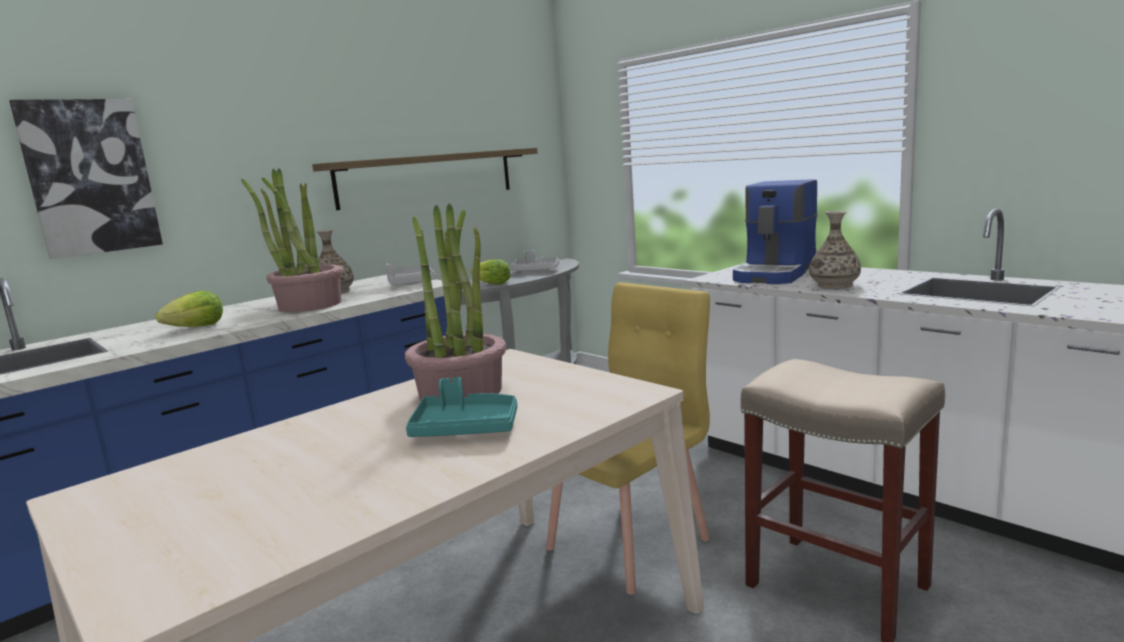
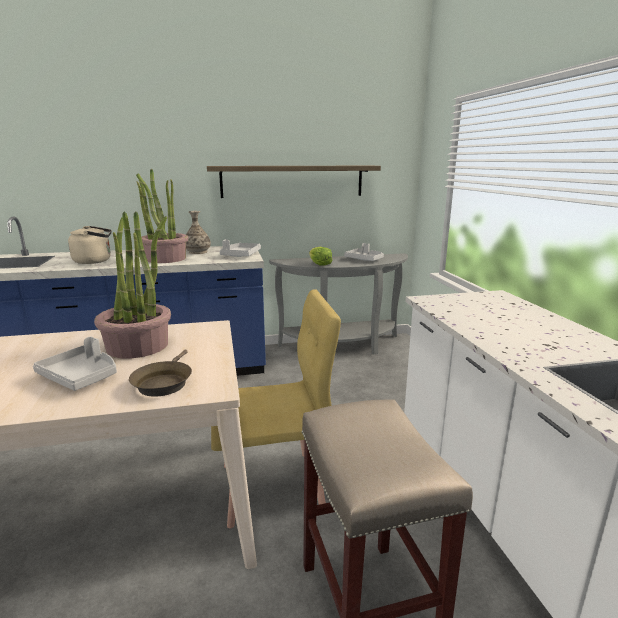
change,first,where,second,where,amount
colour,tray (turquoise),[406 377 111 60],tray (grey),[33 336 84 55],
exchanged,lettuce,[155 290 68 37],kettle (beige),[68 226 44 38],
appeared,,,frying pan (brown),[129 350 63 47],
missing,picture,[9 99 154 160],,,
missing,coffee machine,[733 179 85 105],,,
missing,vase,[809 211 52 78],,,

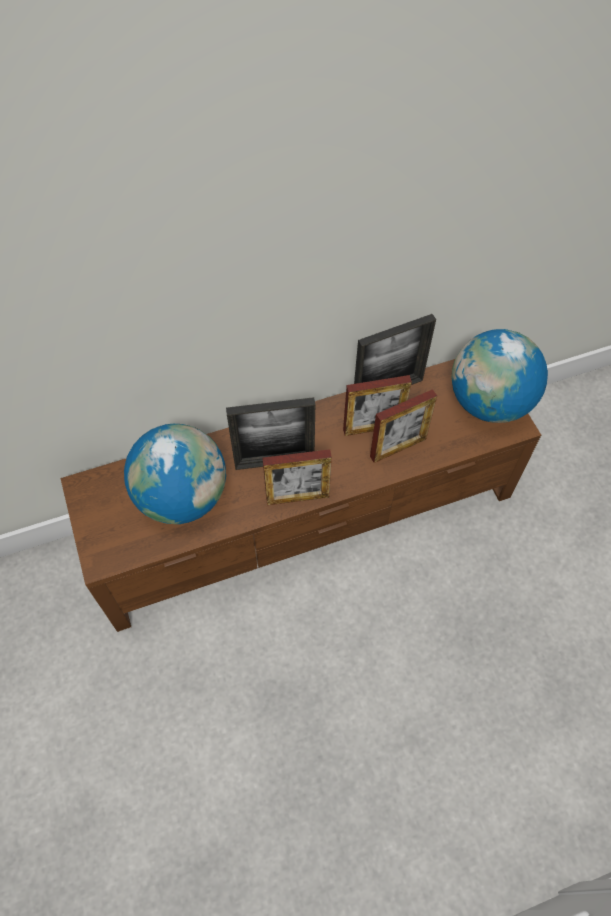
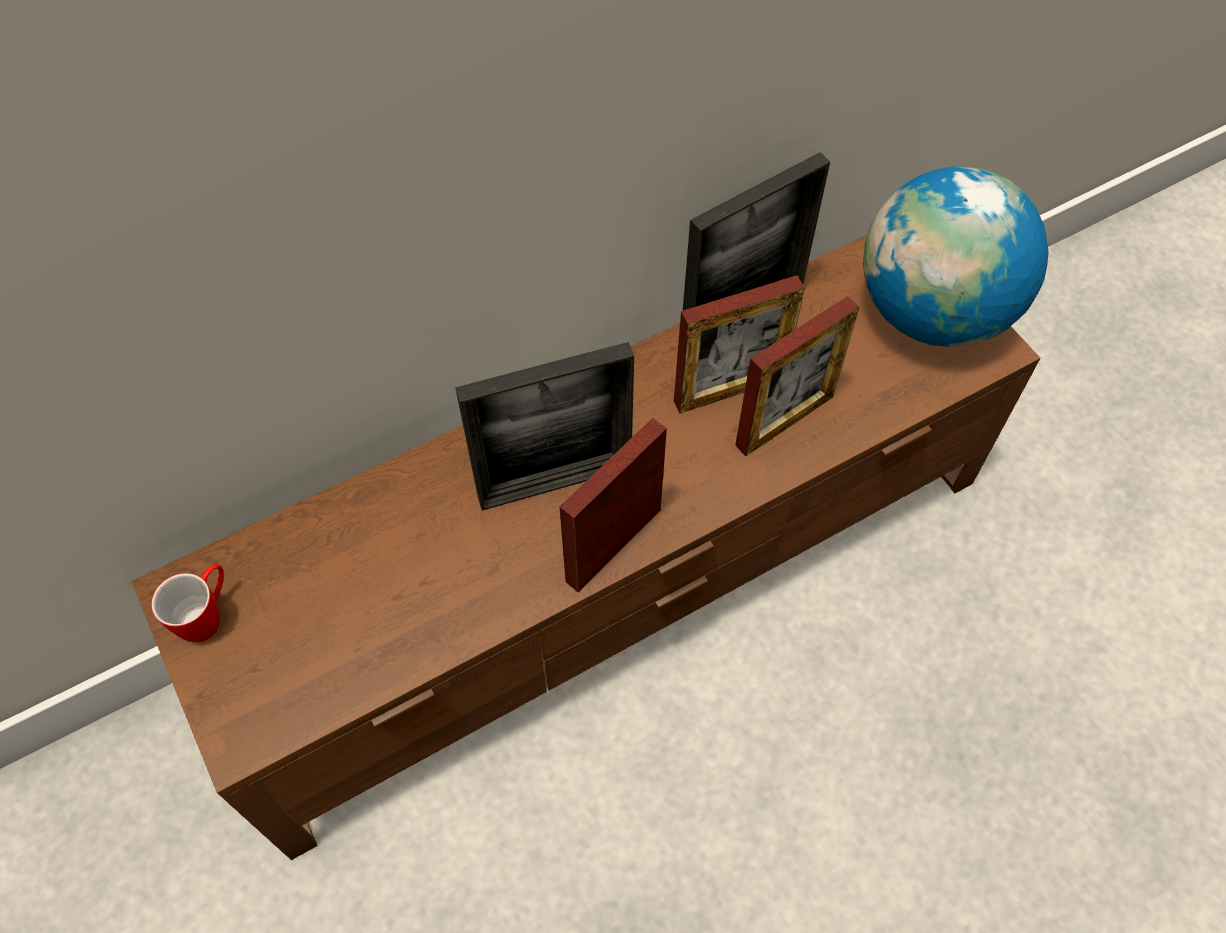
change,first,where,second,where,amount
appeared,,,mug,[151 564 73 78],
spun,picture frame,[262 449 70 56],,[560 418 107 175],150 degrees clockwise
missing,globe,[124 424 102 100],,,

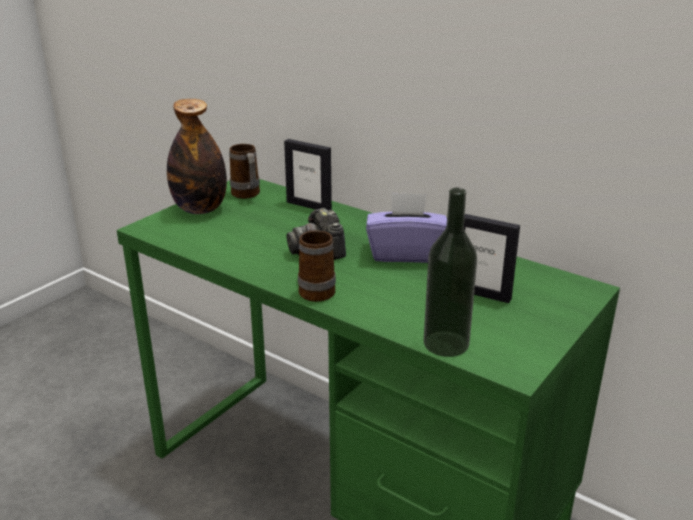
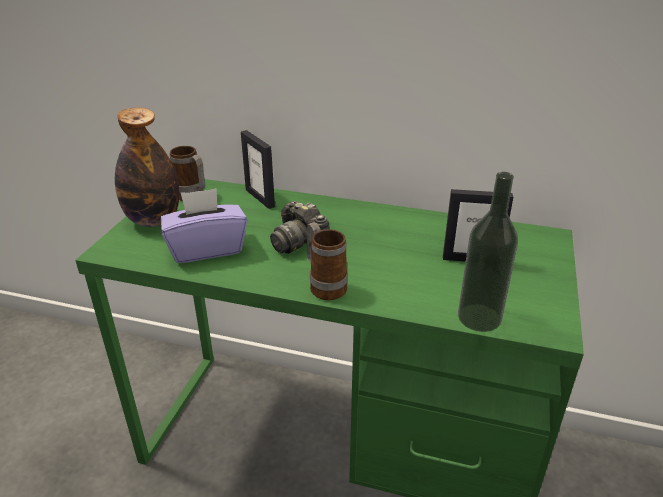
change,first,where,second,where,amount
relocated,tissue box (purple),[366 192 81 71],,[161 188 86 75],
spun,picture frame,[284 139 48 72],,[241 130 34 79],45 degrees clockwise

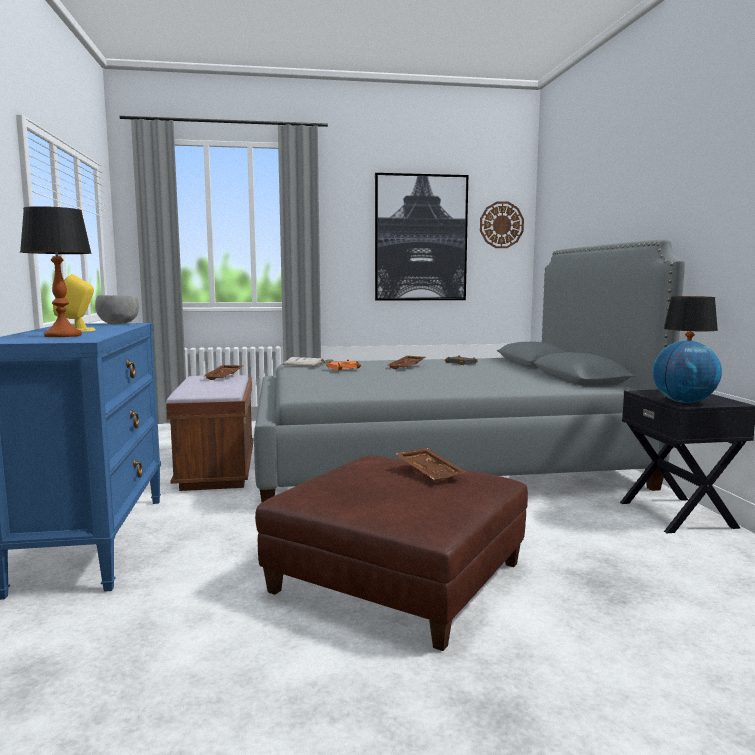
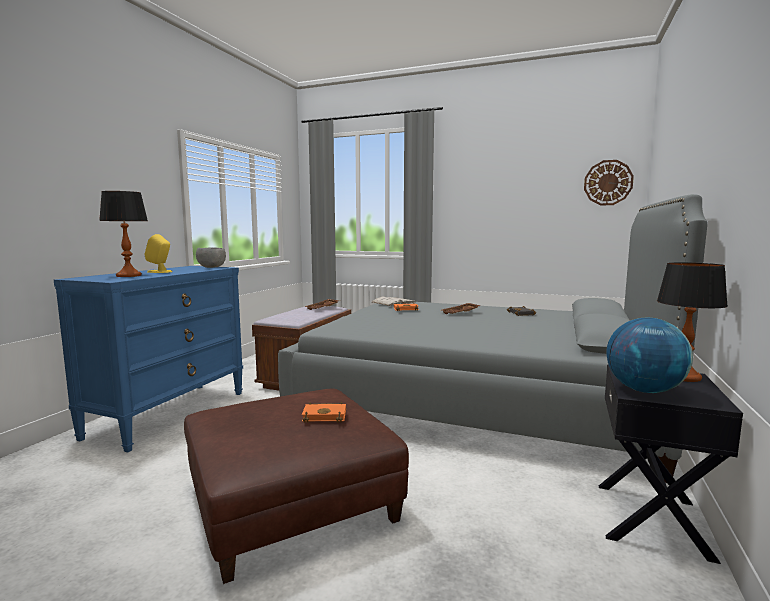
change,first,where,second,where,amount
exchanged,tray (brown),[396 448 70 34],book (orange),[302 402 44 21],
missing,picture,[375 173 93 128],,,

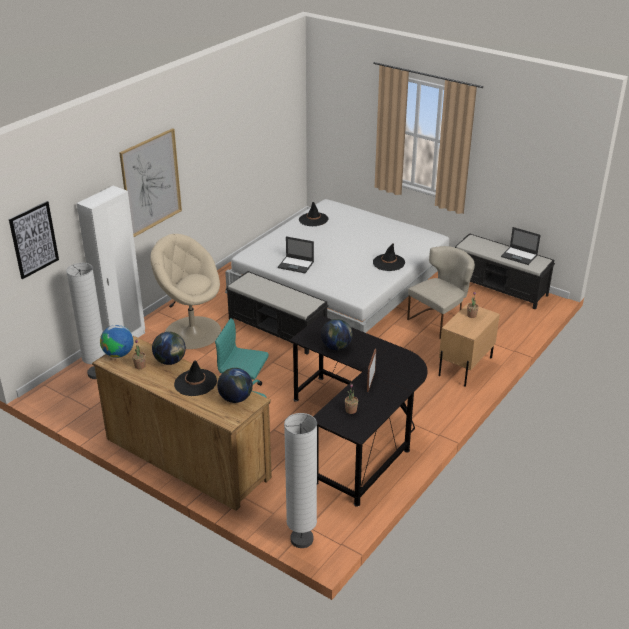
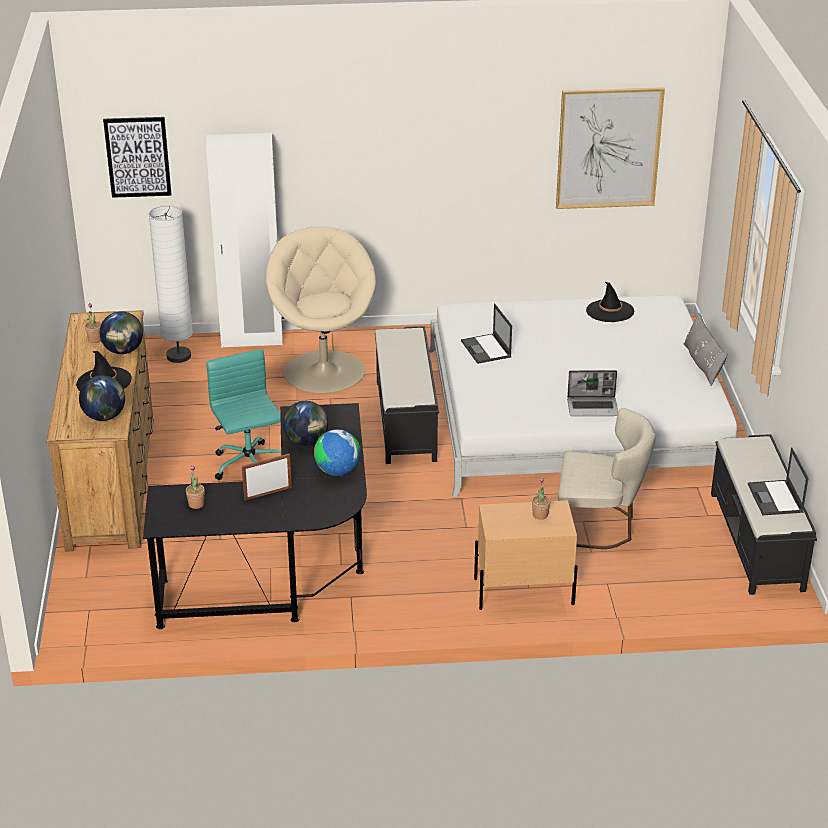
change,first,where,second,where,amount
relocated,globe,[100 325 34 33],,[314 429 46 47],
relocated,picture,[119 128 63 109],,[556 87 109 122],
exchanged,hat (black),[373 244 32 27],laptop,[567 370 51 46],
appeared,,,pillow (grey),[684 313 44 73],
missing,floor lamp (white),[284 413 33 135],,,

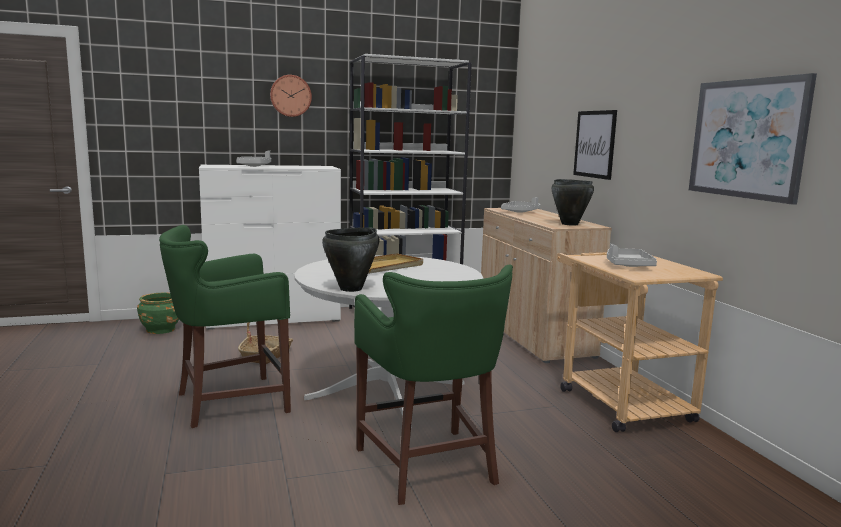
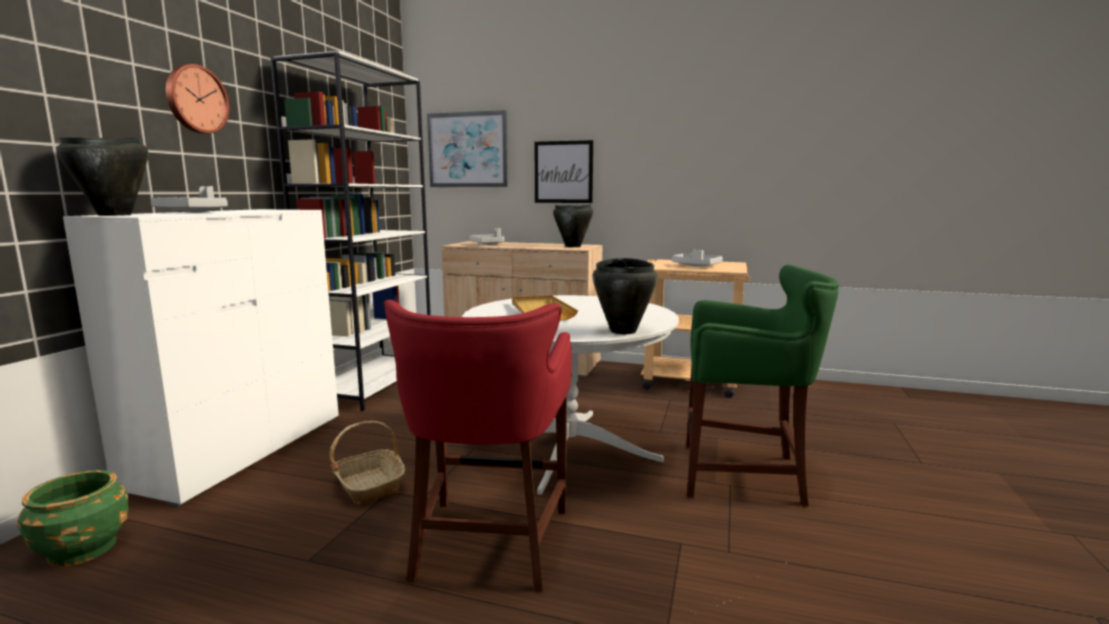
change,first,where,second,where,amount
appeared,,,cooking pot (black),[57 137 91 79],
colour,stool (green),[159 225 132 203],stool (red),[384 300 188 292],
relocated,picture,[689 73 128 132],,[427 110 81 77],

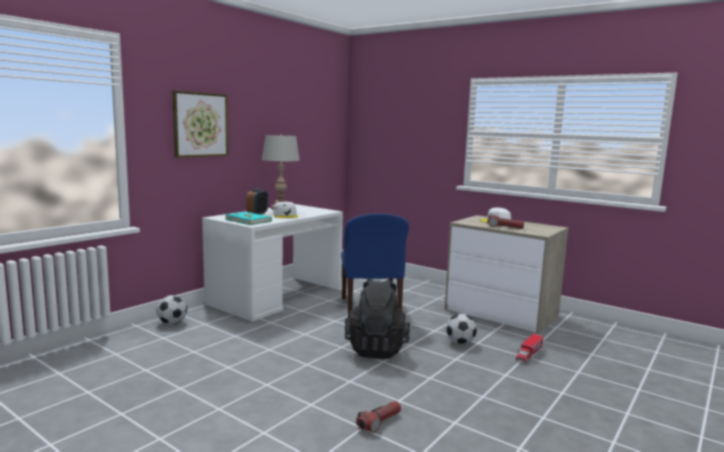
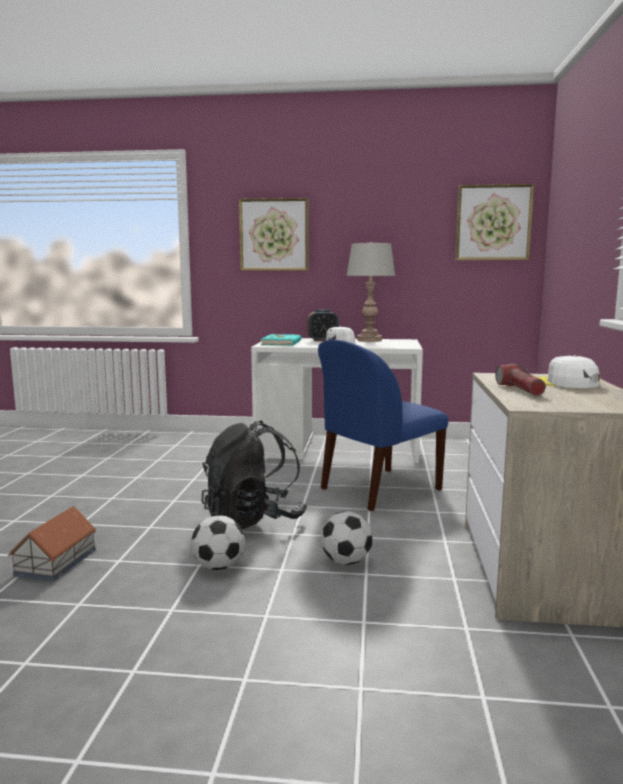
change,first,where,second,where,amount
exchanged,flashlight,[356 401 45 32],toy house,[8 506 88 76],
relocated,football,[156 295 31 29],,[191 515 54 55],
appeared,,,picture,[455 184 79 76],
missing,toy truck,[516 334 27 30],,,

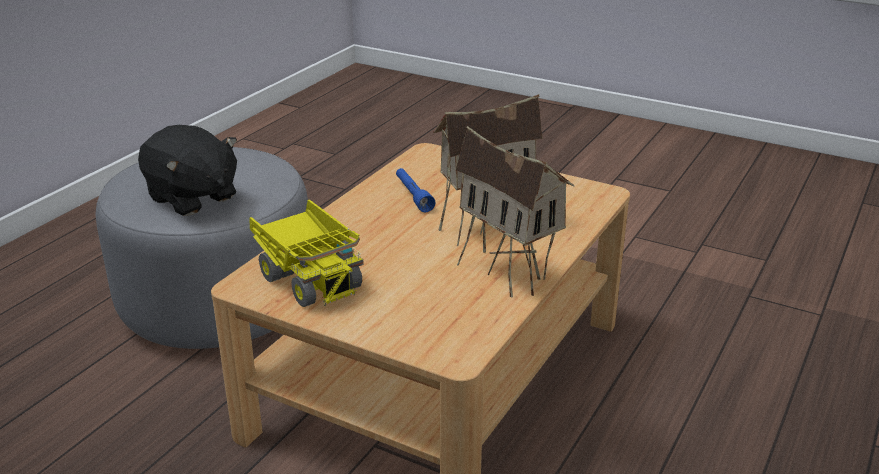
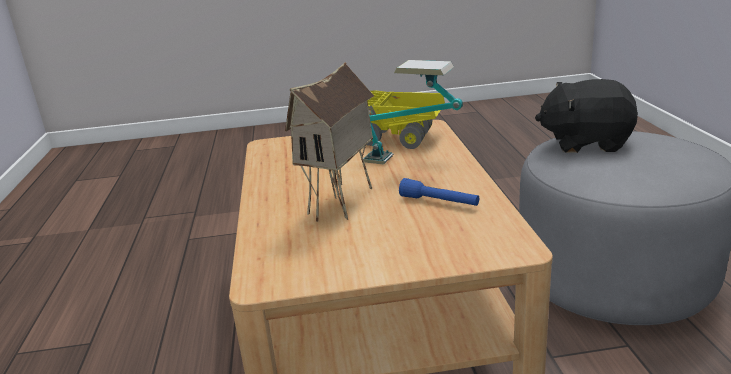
change,first,where,second,where,amount
appeared,,,table lamp,[363 60 100 105],
missing,toy house,[455 126 120 172],,,

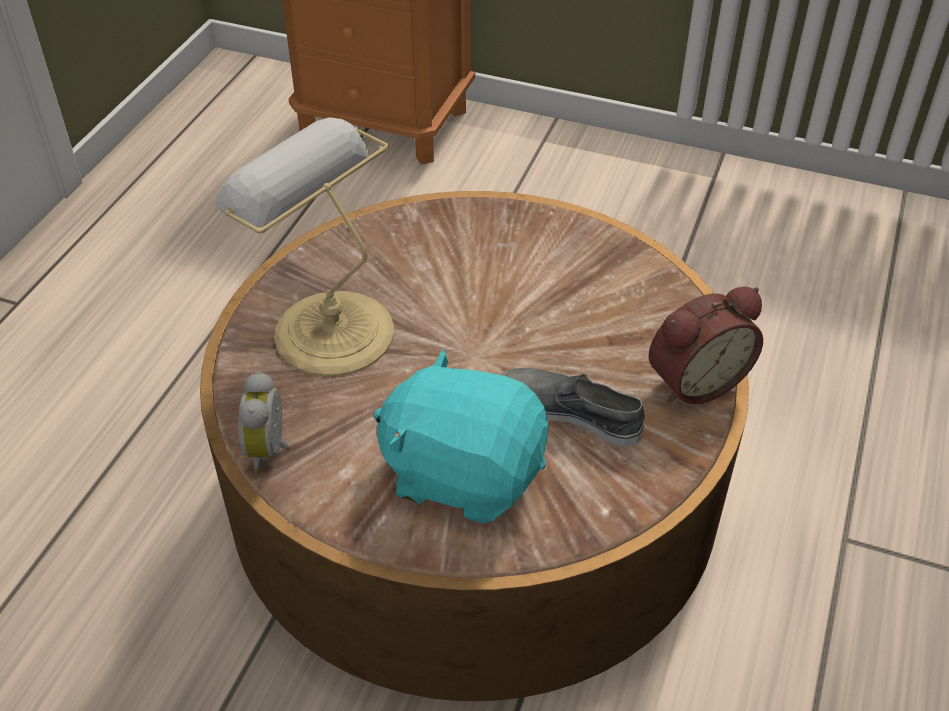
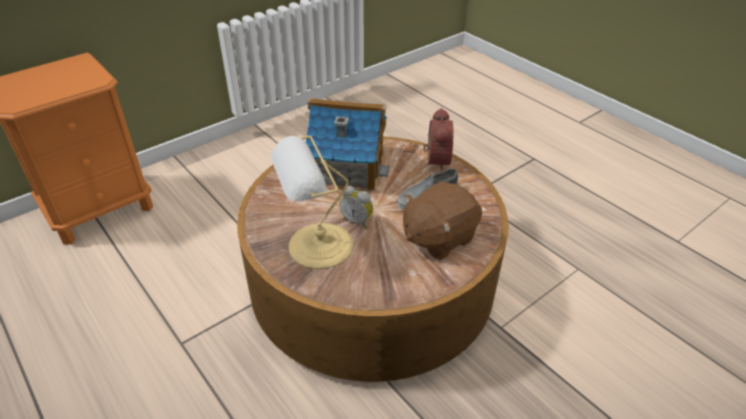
change,first,where,second,where,amount
appeared,,,toy house,[306 98 83 93],
relocated,alarm clock,[239 372 52 100],,[339 186 34 42],
colour,plush toy (turquoise),[373 349 176 174],plush toy (brown),[403 181 79 79],

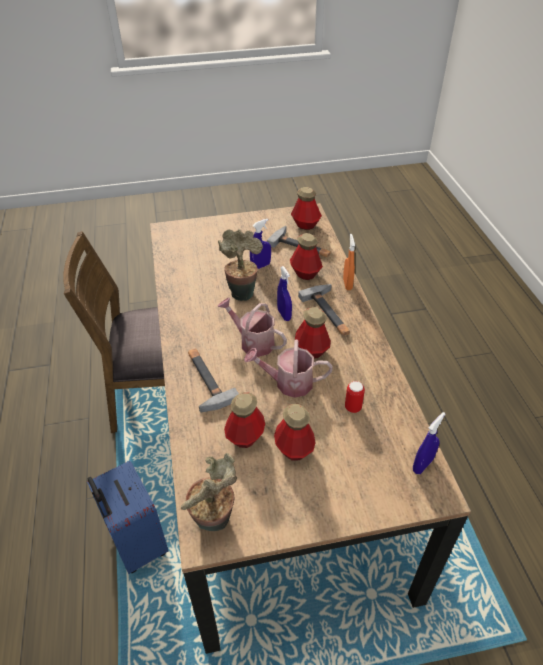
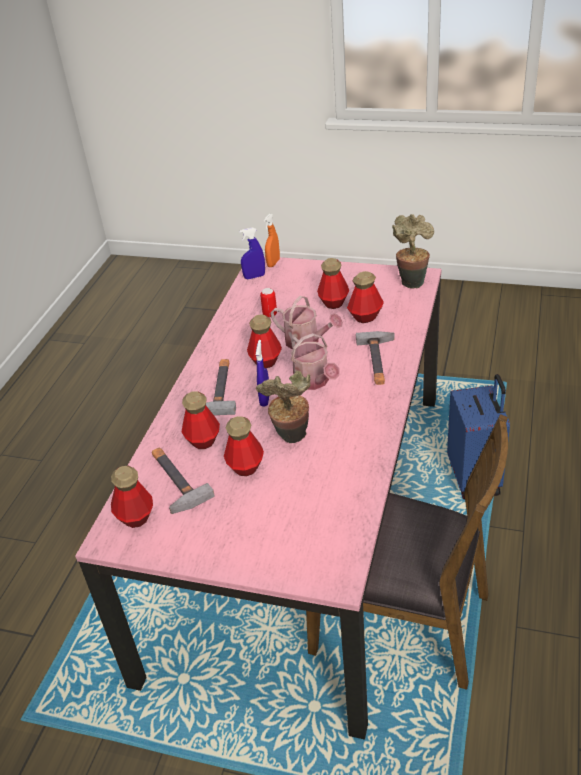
change,first,where,second,where,amount
colour,dining table (brown),[150 203 321 451],dining table (pink),[75 256 367 484],
exchanged,spray bottle (blue),[250 219 21 50],bottle,[224 416 40 60],
relocated,spray bottle (orange),[343 234 12 56],,[264 213 16 54],

